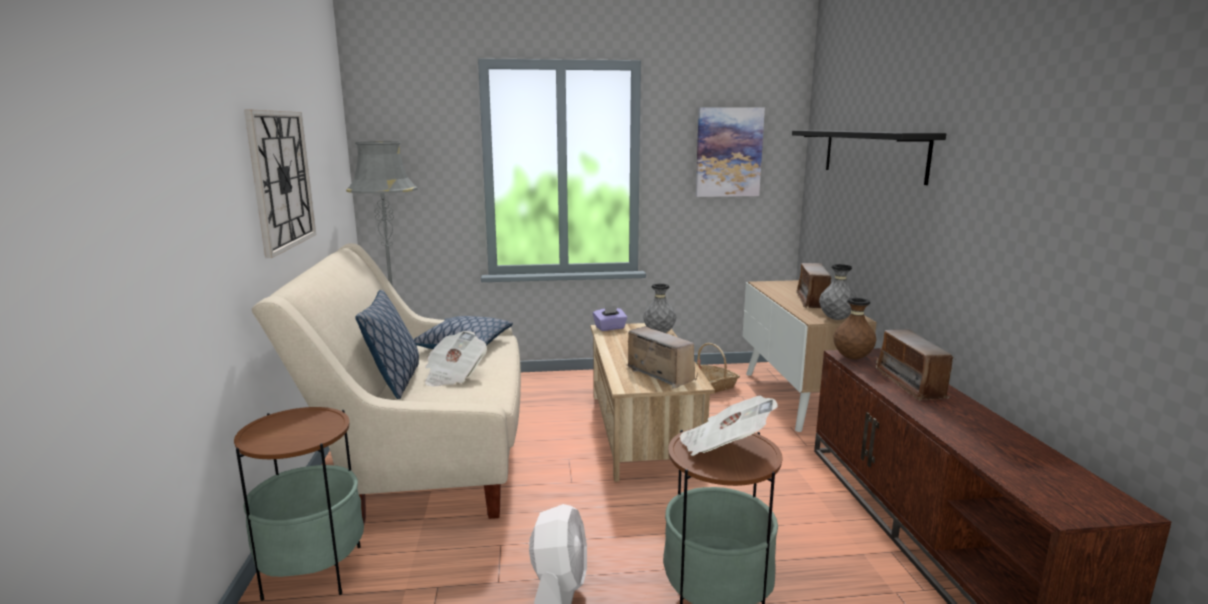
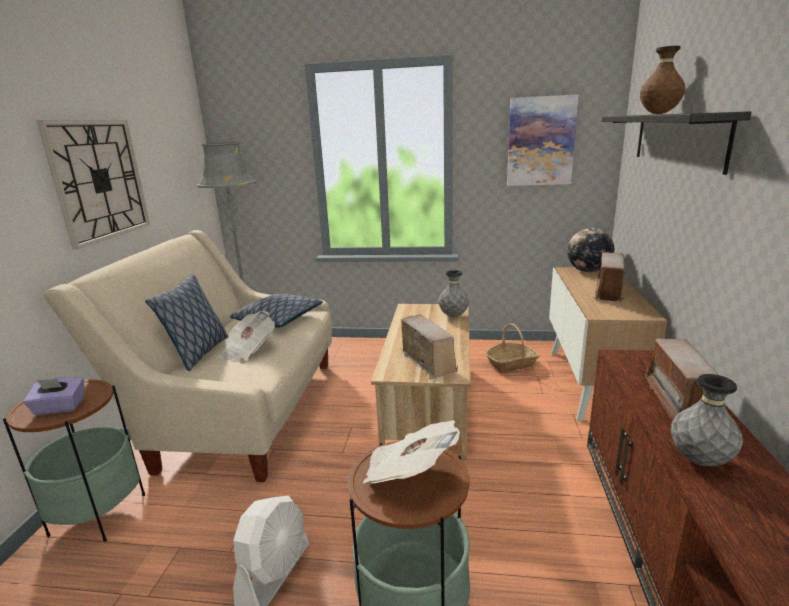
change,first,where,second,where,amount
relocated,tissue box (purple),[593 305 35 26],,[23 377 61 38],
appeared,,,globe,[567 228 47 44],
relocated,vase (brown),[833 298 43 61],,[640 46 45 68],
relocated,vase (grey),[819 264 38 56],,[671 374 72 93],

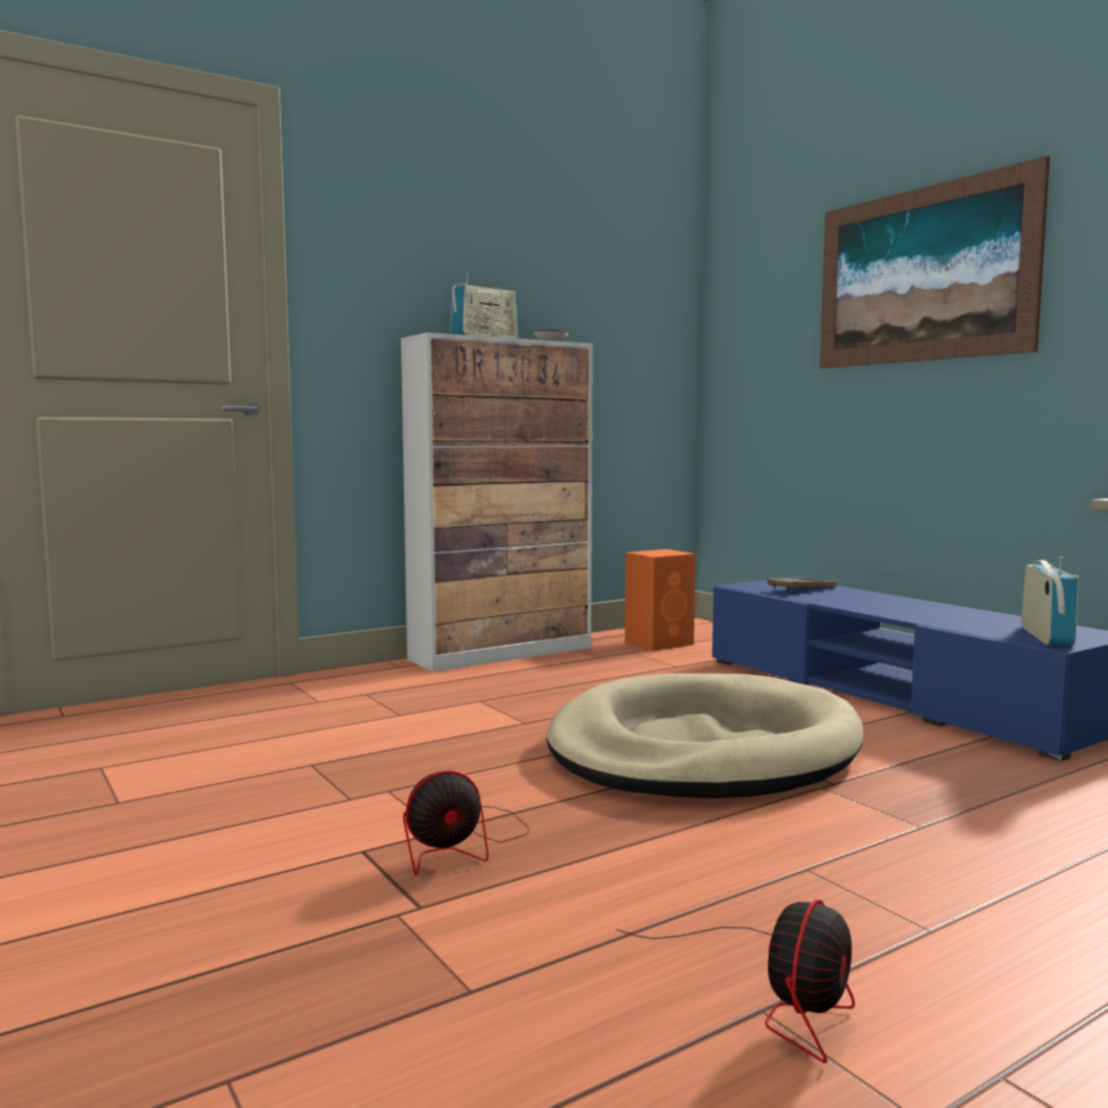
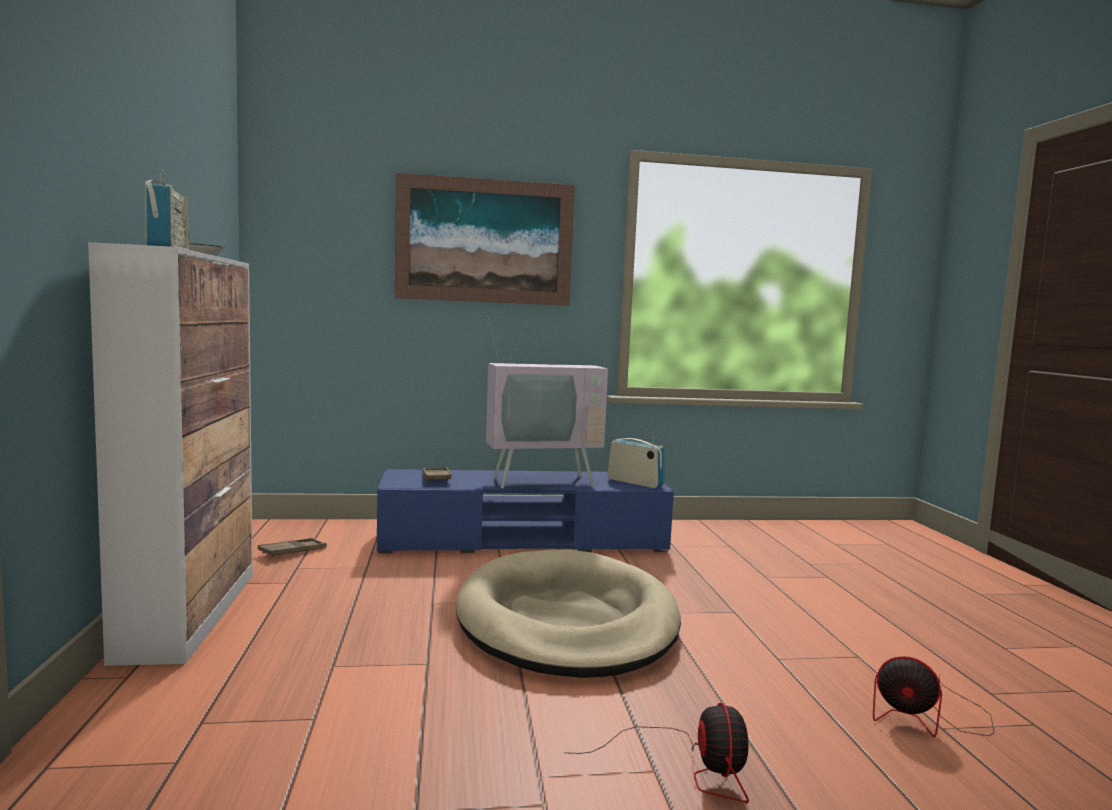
change,first,where,second,where,amount
exchanged,speaker (orange),[625 549 71 102],tray (brown),[258 538 69 19],
appeared,,,television,[486 316 122 172],
spun,fan,[616 899 239 164],,[873 656 121 81],150 degrees clockwise

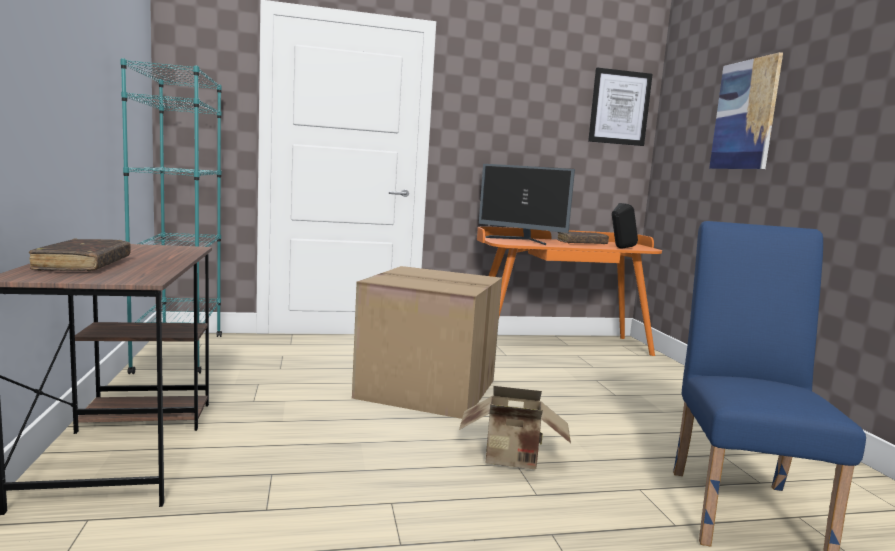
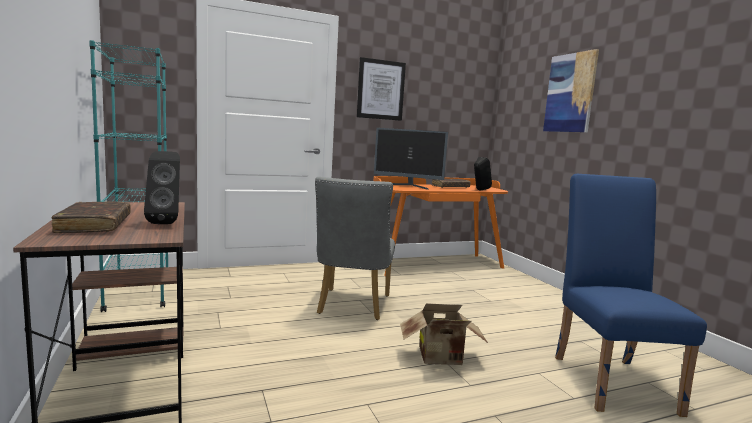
change,first,where,second,where,amount
appeared,,,speaker (black),[144 151 36 73],
exchanged,cardboard box,[352 266 150 153],chair (grey),[315 177 80 143],
relocated,picture,[588 68 65 78],,[357 57 49 64],

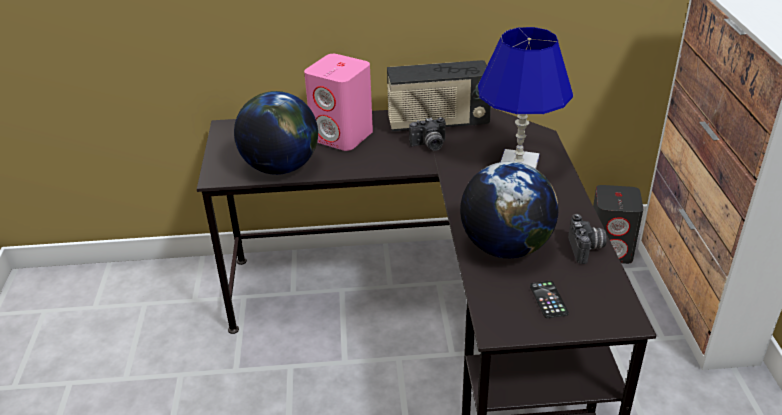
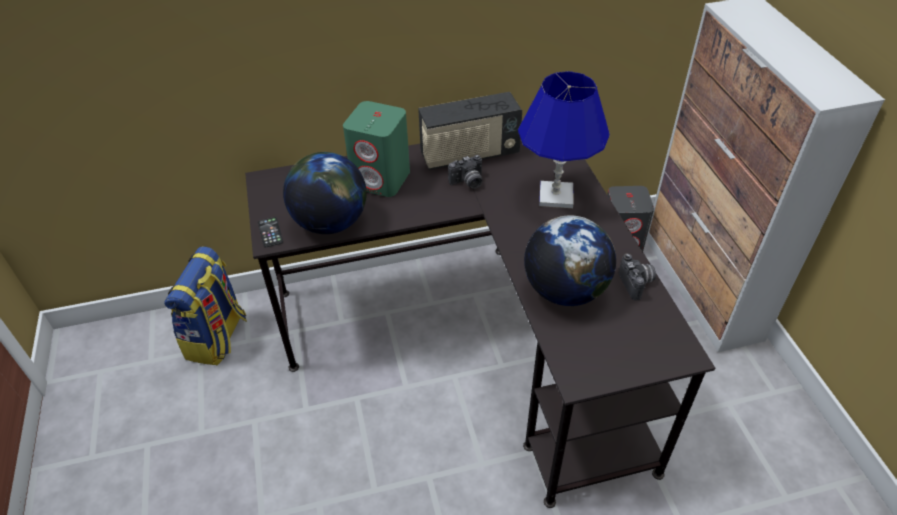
change,first,where,second,where,amount
appeared,,,backpack,[164 246 83 120],
relocated,phone,[530 281 39 37],,[258 217 25 31],
colour,speaker (pink),[304 54 69 97],speaker (green),[343 101 67 96],

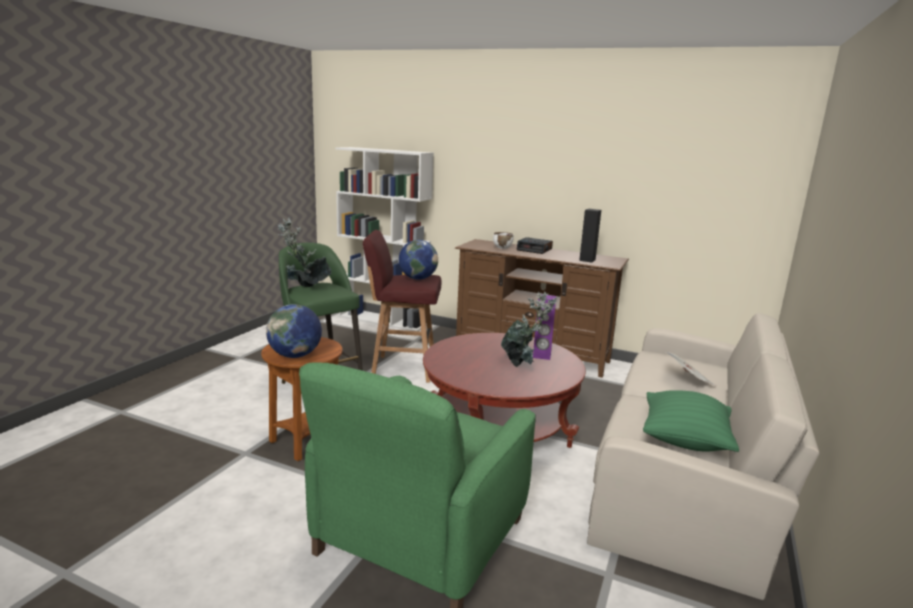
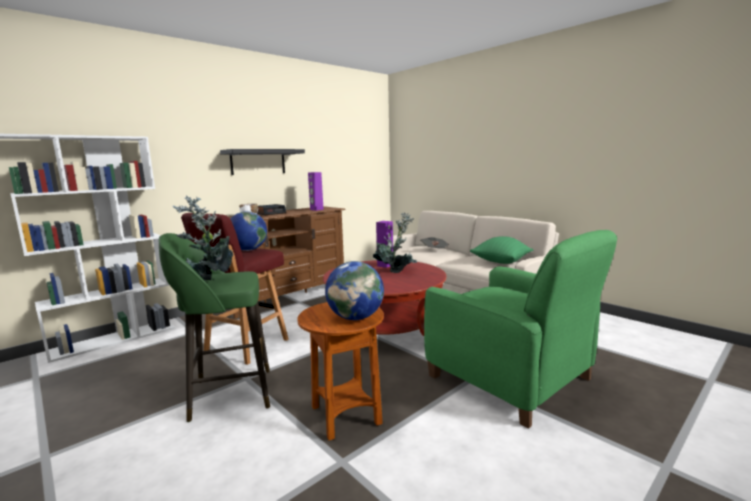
change,first,where,second,where,amount
appeared,,,shelf (black),[220 149 85 26],
colour,speaker (black),[579 209 22 54],speaker (purple),[308 172 16 39],

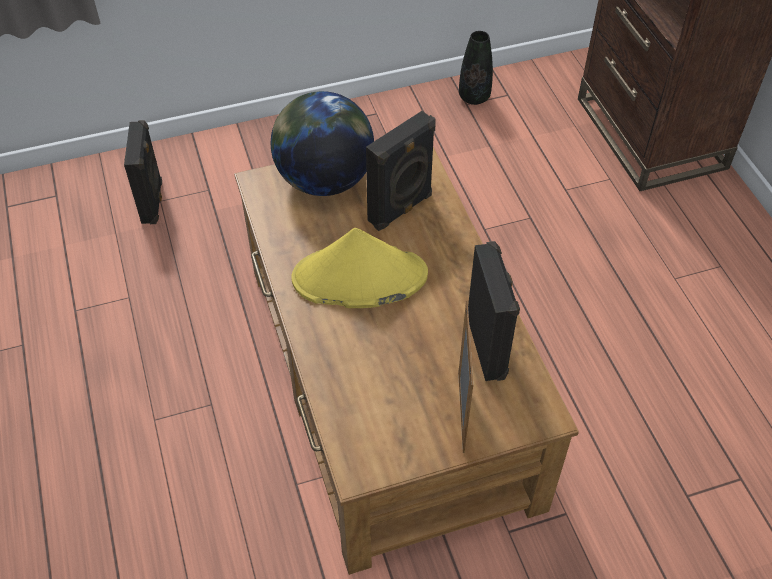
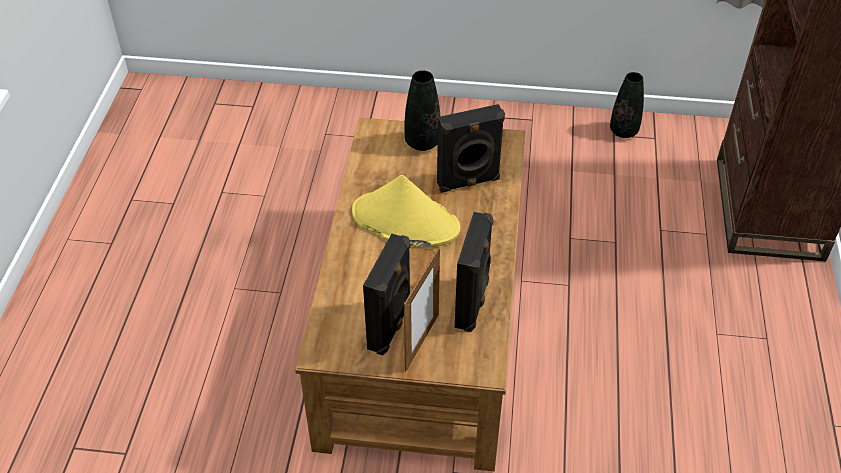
change,first,where,second,where,amount
relocated,speaker (black),[124 120 38 104],,[363 234 48 122],
exchanged,globe,[271 91 103 105],vase (black),[404 70 36 81],

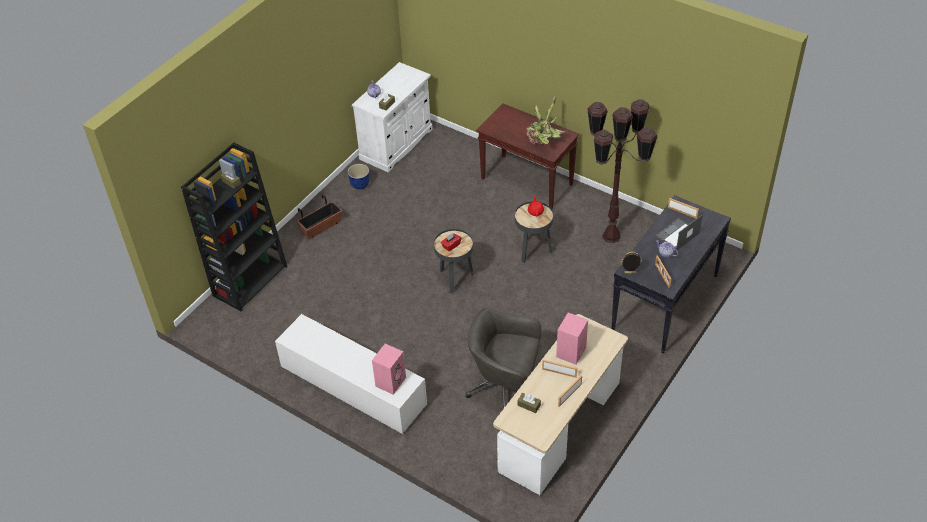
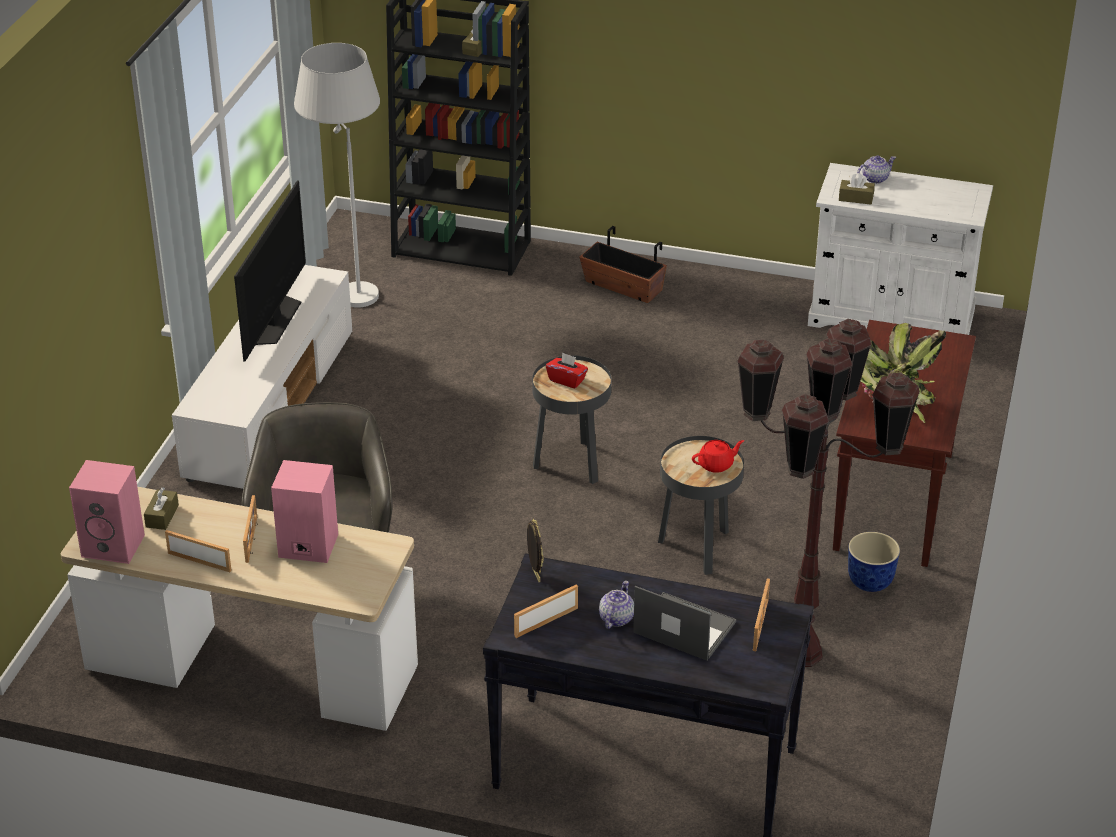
change,first,where,second,where,amount
relocated,speaker (pink),[372 344 34 51],,[69 460 76 104],
appeared,,,television,[234 181 72 180],
appeared,,,floor lamp (white),[294 43 86 265],
relocated,planter,[347 164 22 25],,[848 532 52 60],

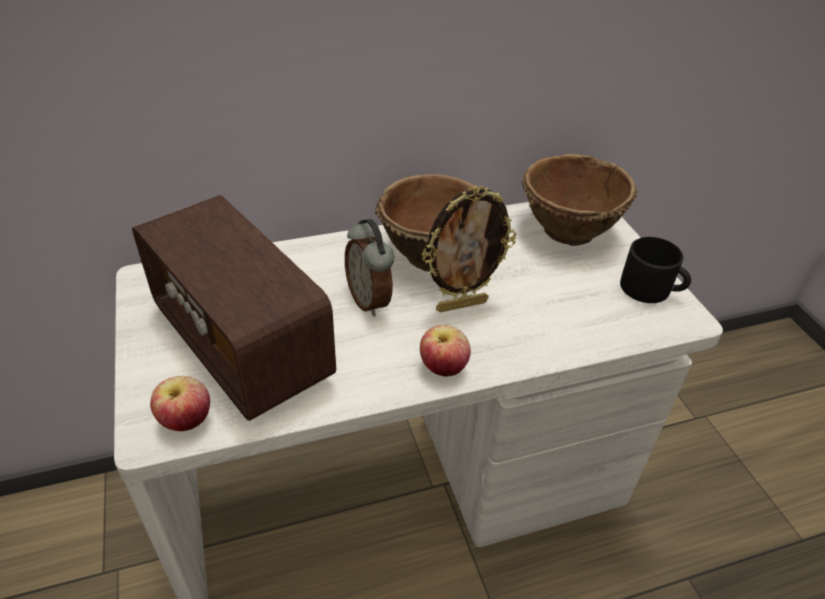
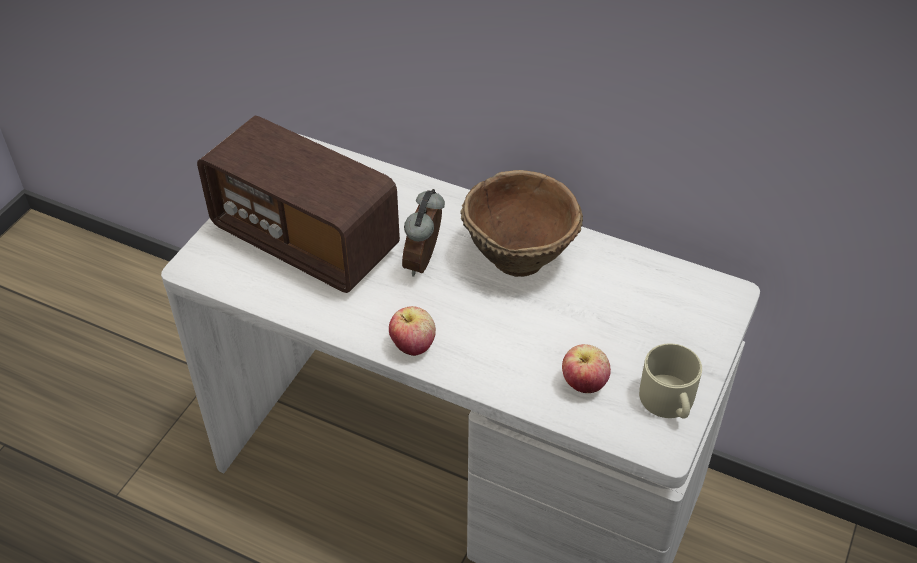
change,first,where,second,where,amount
spun,radio,[132 195 204 226],,[197 116 203 177],60 degrees counterclockwise
relocated,apple,[150 376 60 55],,[562 344 49 49],
colour,mug (black),[620 237 71 66],mug (beige),[639 343 63 76],
missing,picture frame,[422 186 94 126],,,
missing,bowl (brown),[522 154 115 92],,,

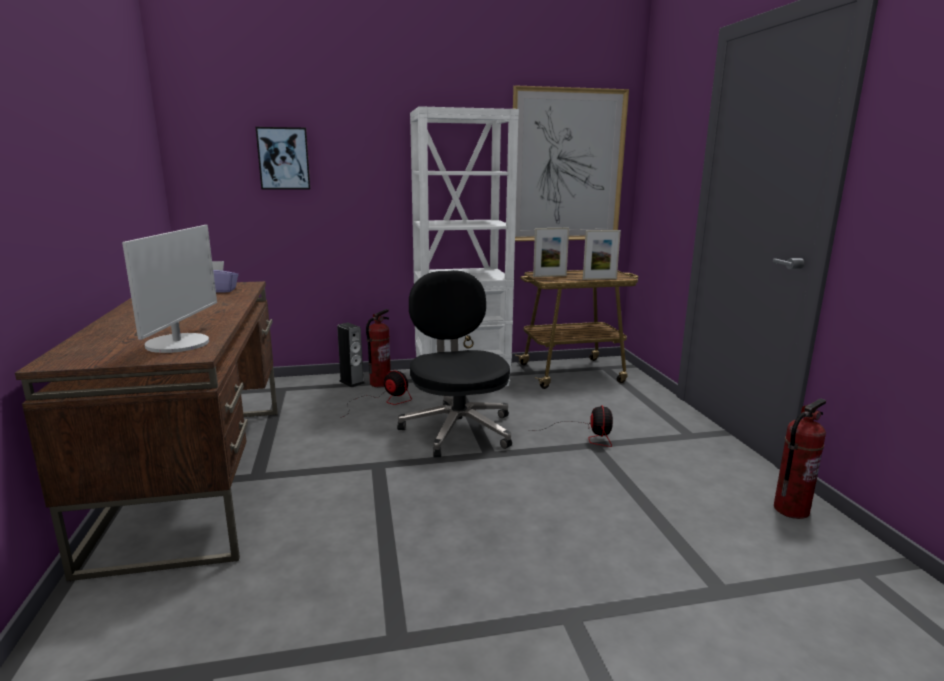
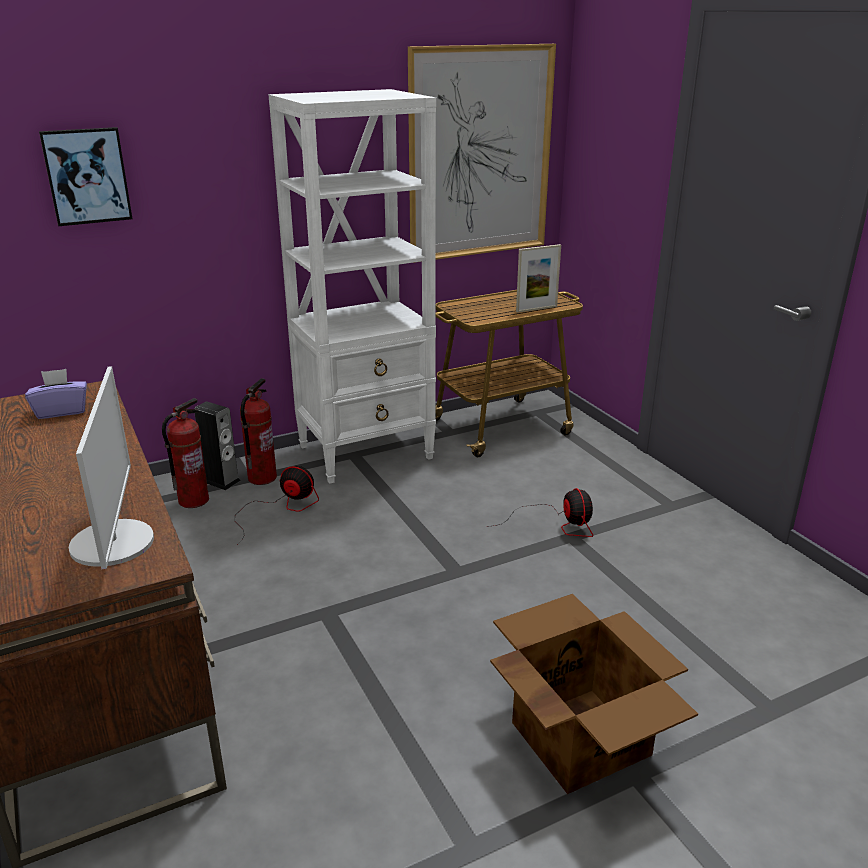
change,first,where,second,where,amount
relocated,fire extinguisher,[774 399 52 120],,[162 398 47 110],
appeared,,,cardboard box,[490 594 208 200],
missing,office chair (black),[397 270 115 187],,,
missing,picture frame,[533 228 36 49],,,

